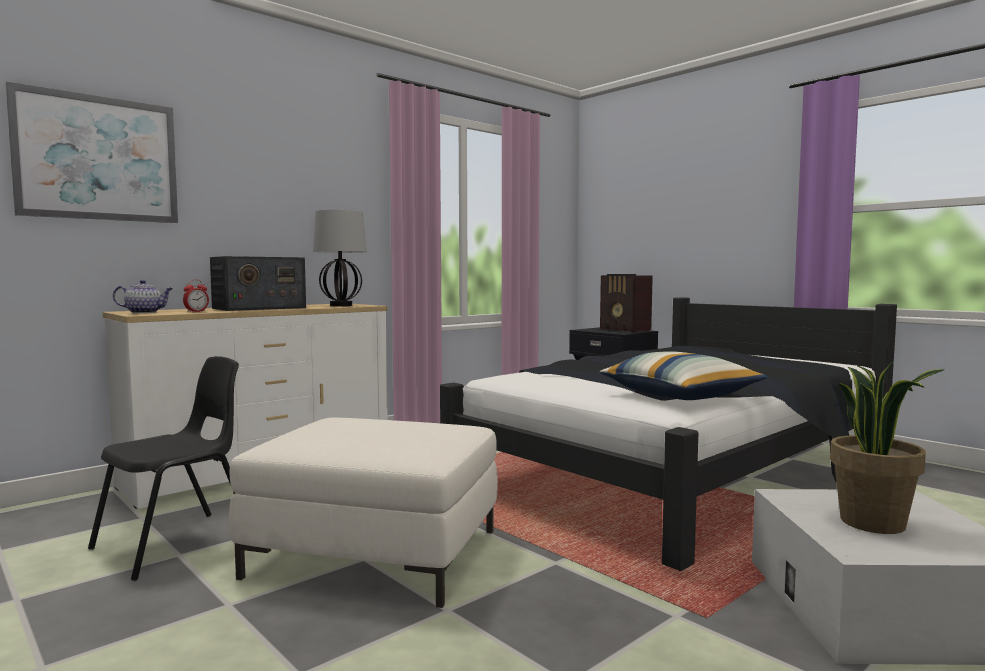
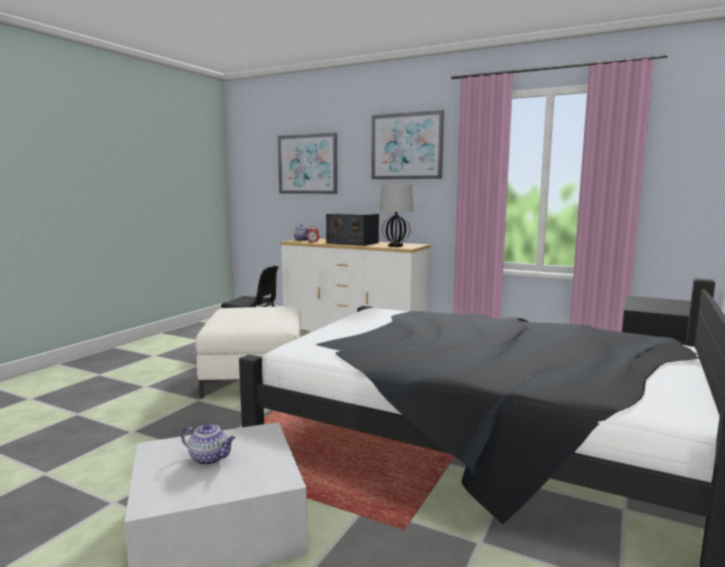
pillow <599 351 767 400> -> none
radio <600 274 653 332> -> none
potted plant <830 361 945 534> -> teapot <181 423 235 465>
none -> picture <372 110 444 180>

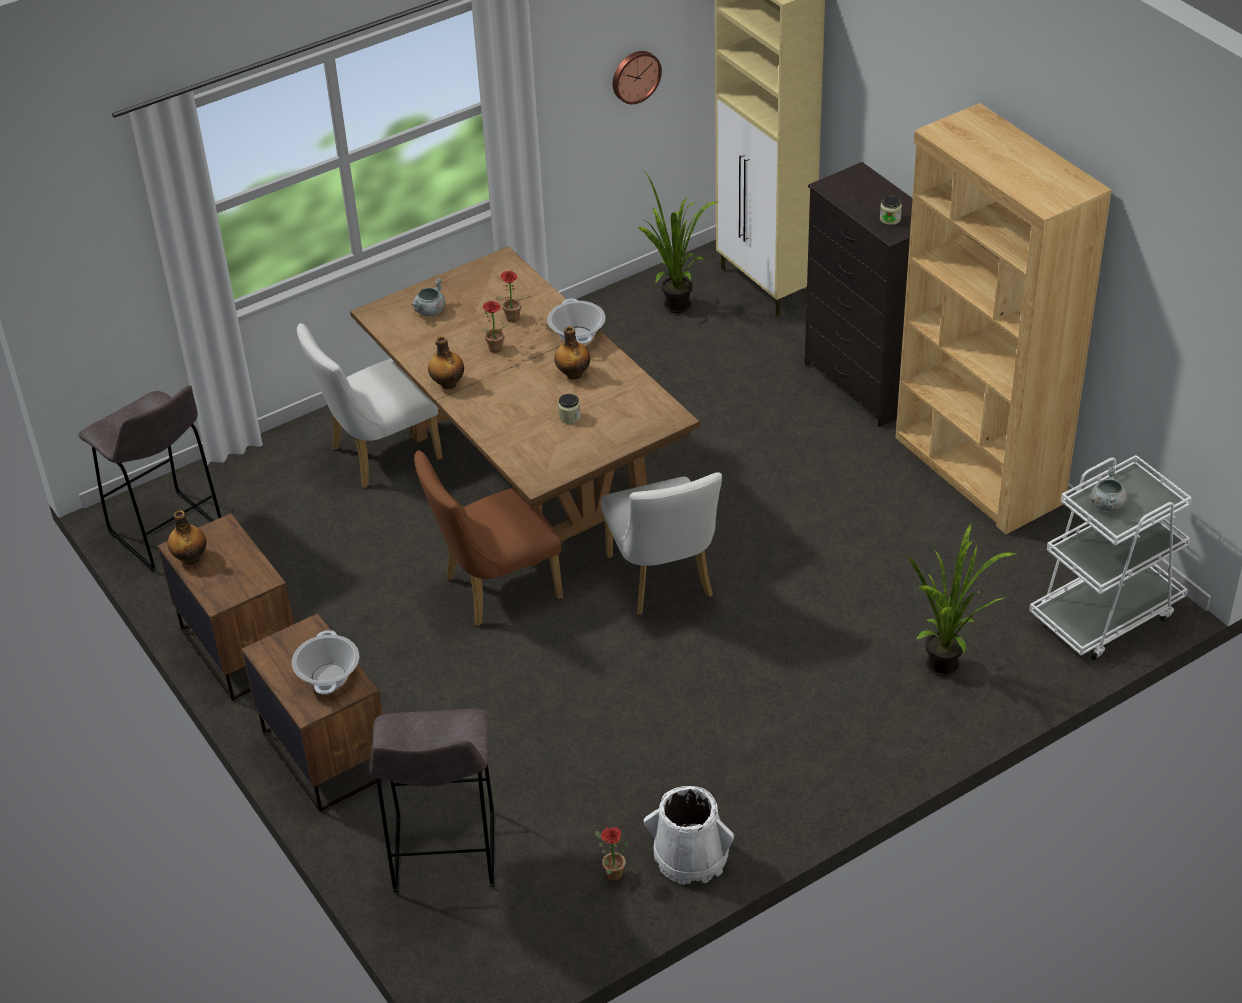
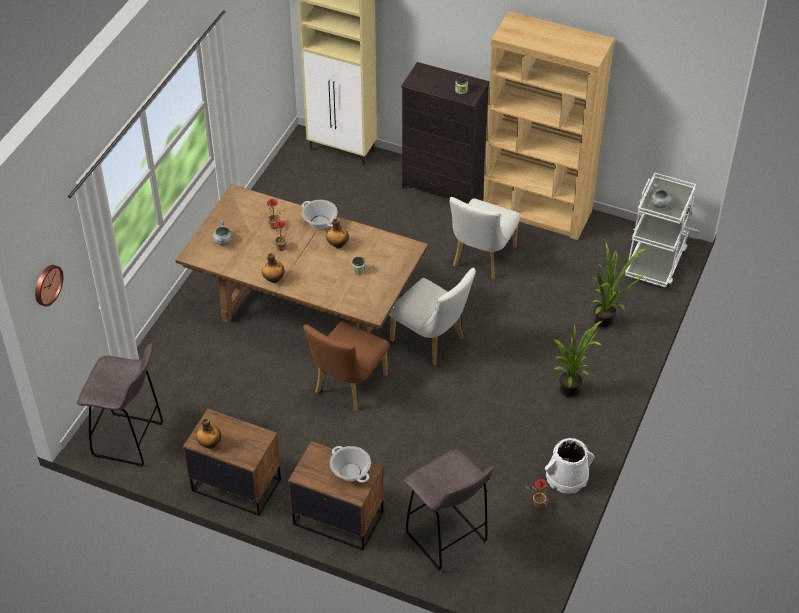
white chair <297 323 443 488> -> white chair <449 197 521 279>, relocated
wall clock <613 51 662 104> -> wall clock <35 265 63 306>, relocated
potted plant <638 170 718 313> -> potted plant <547 319 603 398>, relocated

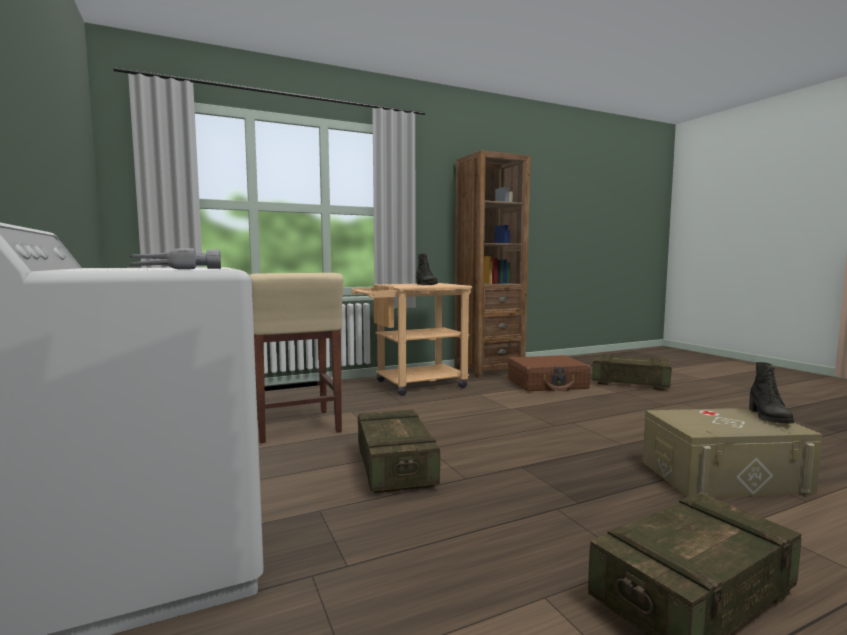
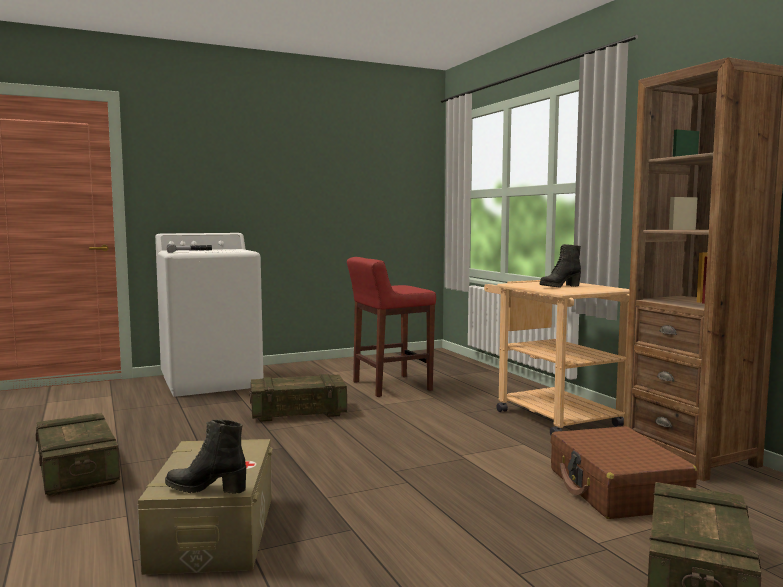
beige stool <249 273 343 443> -> red stool <347 257 436 397>

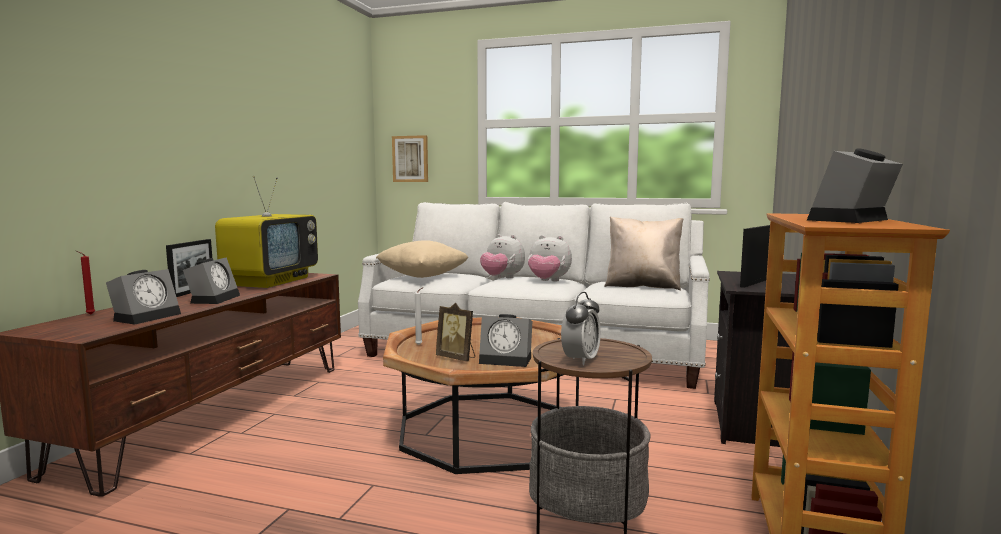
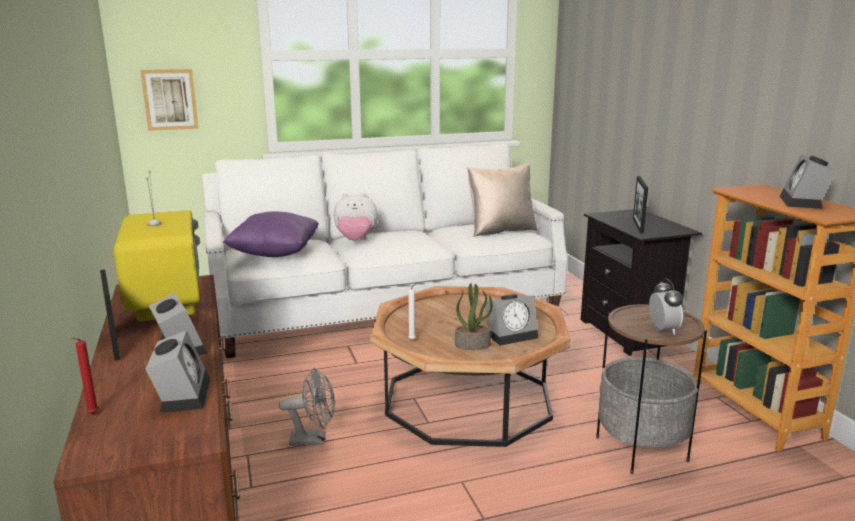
beige pillow <376 240 468 278> -> purple pillow <223 211 319 257>
picture frame <436 303 475 362> -> potted plant <455 283 493 350>
plush toy <528 235 572 282> -> none
none -> grey fan <279 368 335 446>

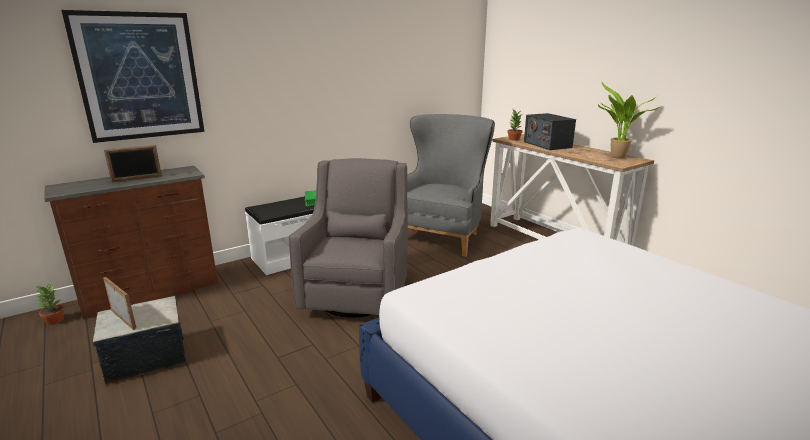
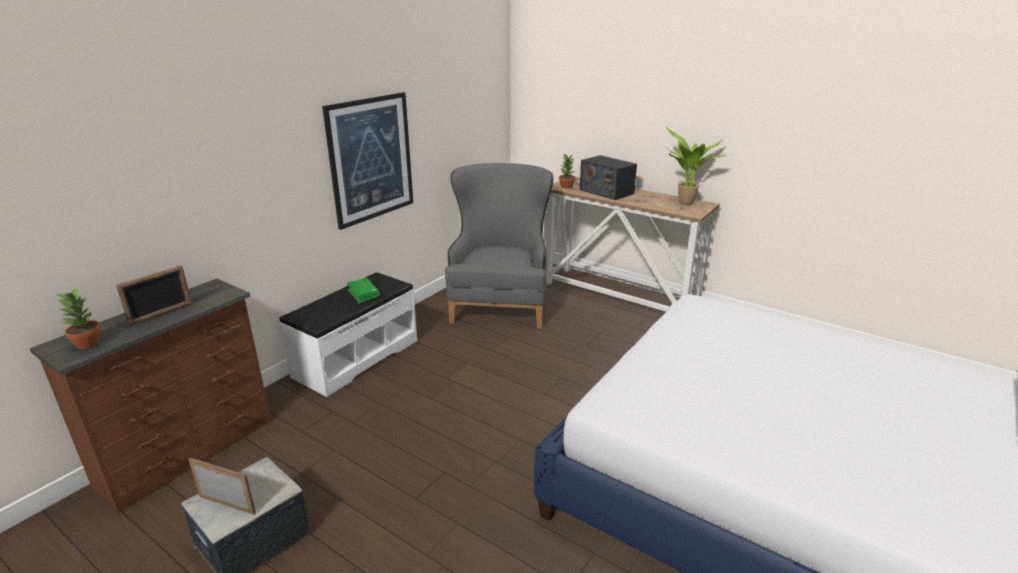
potted plant <35 282 65 325> -> potted plant <56 287 101 349>, relocated
picture <61 10 205 143> -> picture <322 92 413 230>, relocated
grey armchair <288 158 408 318> -> none

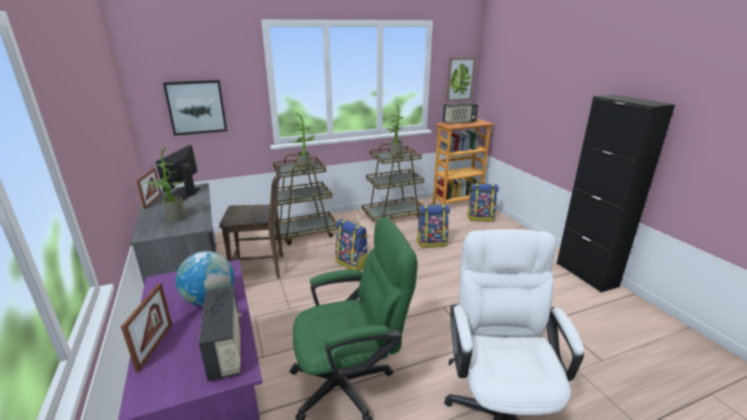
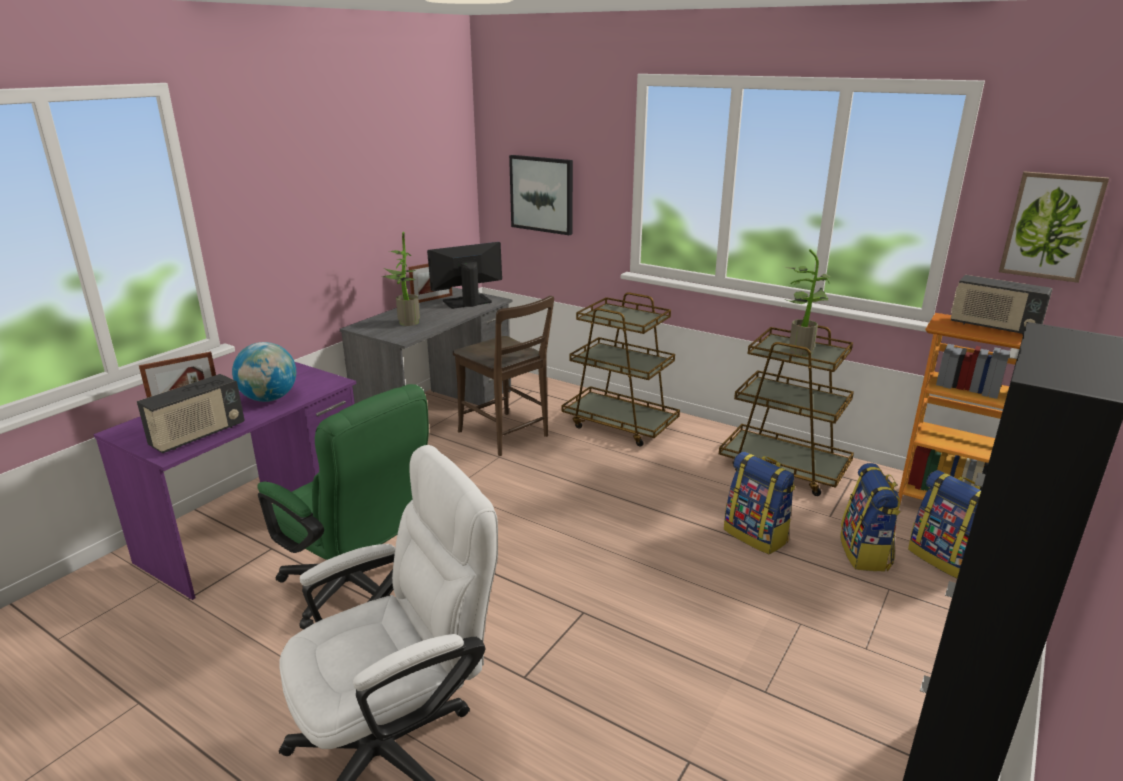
potted plant <287 113 315 171> -> none
backpack <335 219 368 271> -> backpack <840 463 900 571>, relocated

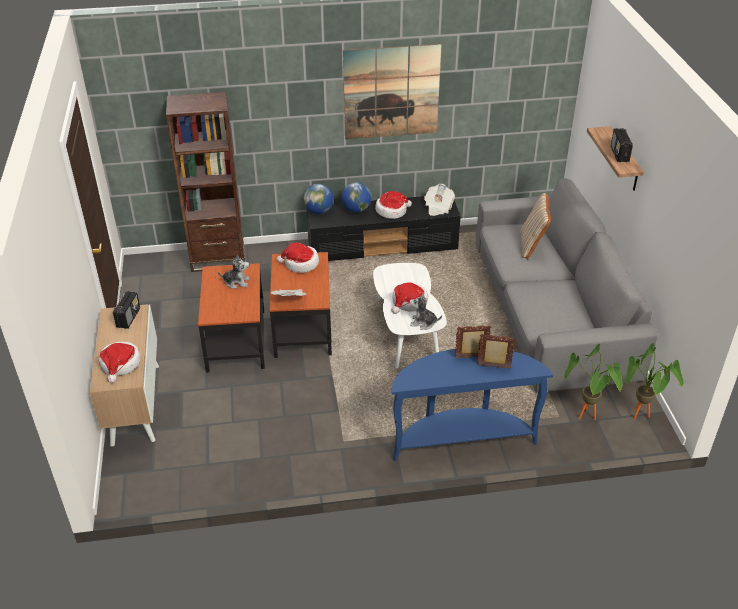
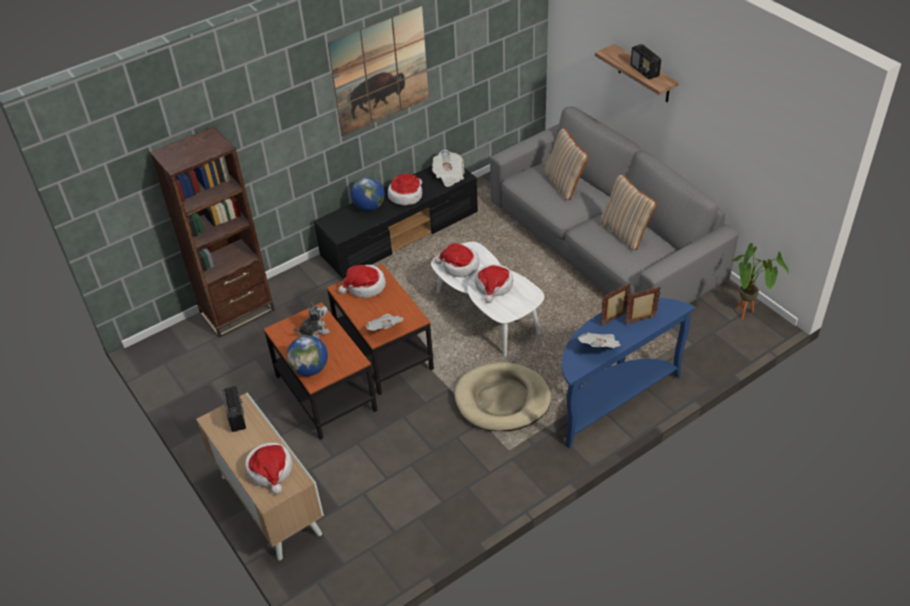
globe <303 184 334 214> -> globe <287 335 328 376>, relocated
plush toy <409 292 442 330> -> none
potted plant <564 344 623 420> -> none
none -> hat <435 243 479 277>
none -> beige dog bed <454 362 551 431>
none -> newspaper <578 332 621 348>
none -> beige pillow <601 174 656 250>

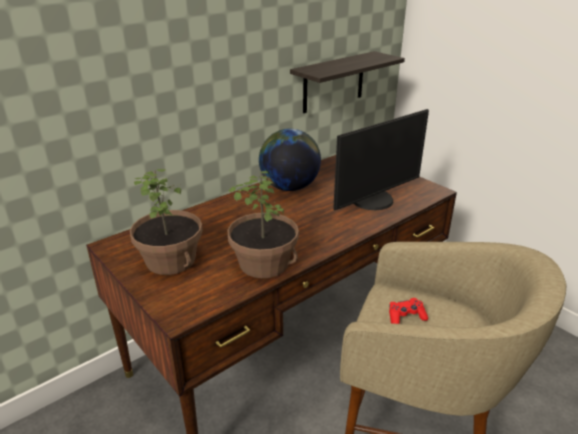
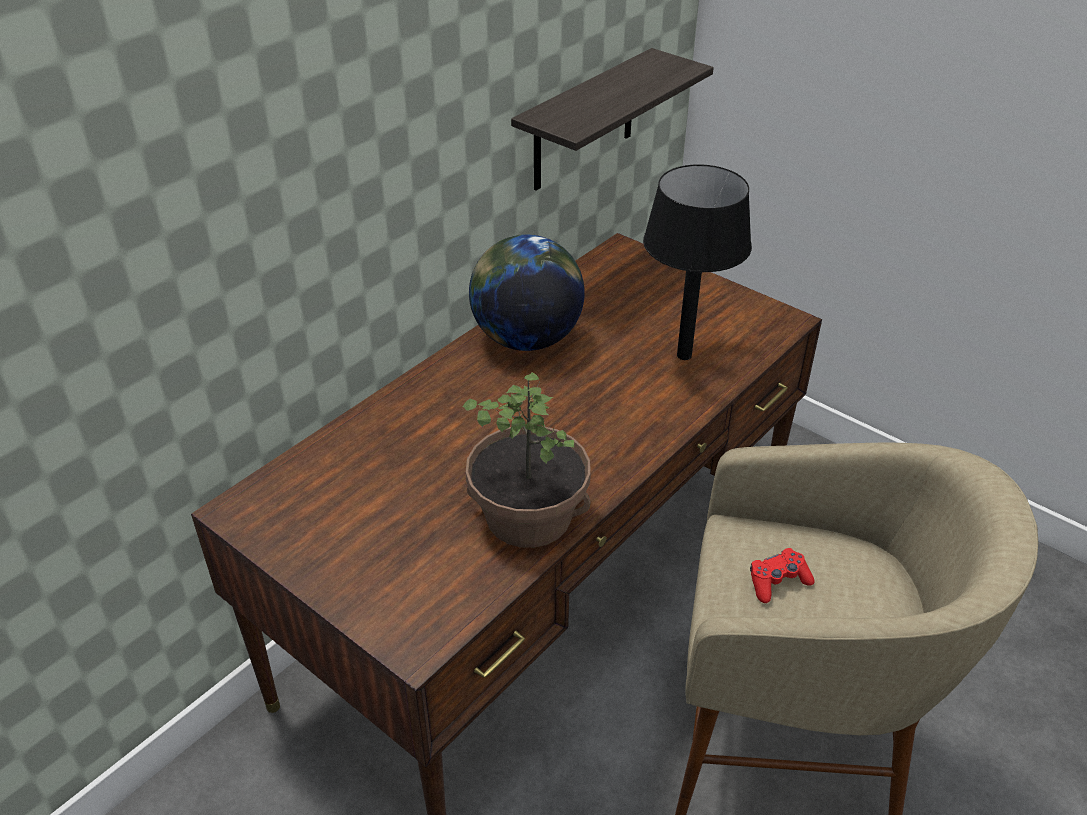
potted plant <130 169 202 275> -> none
monitor <333 109 429 211> -> black table lamp <643 164 752 360>

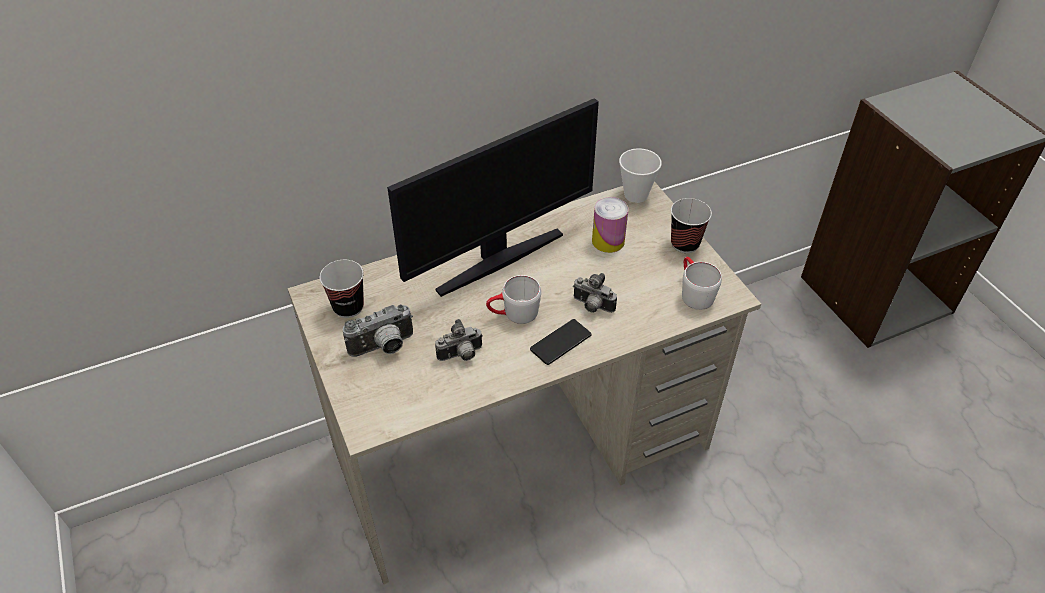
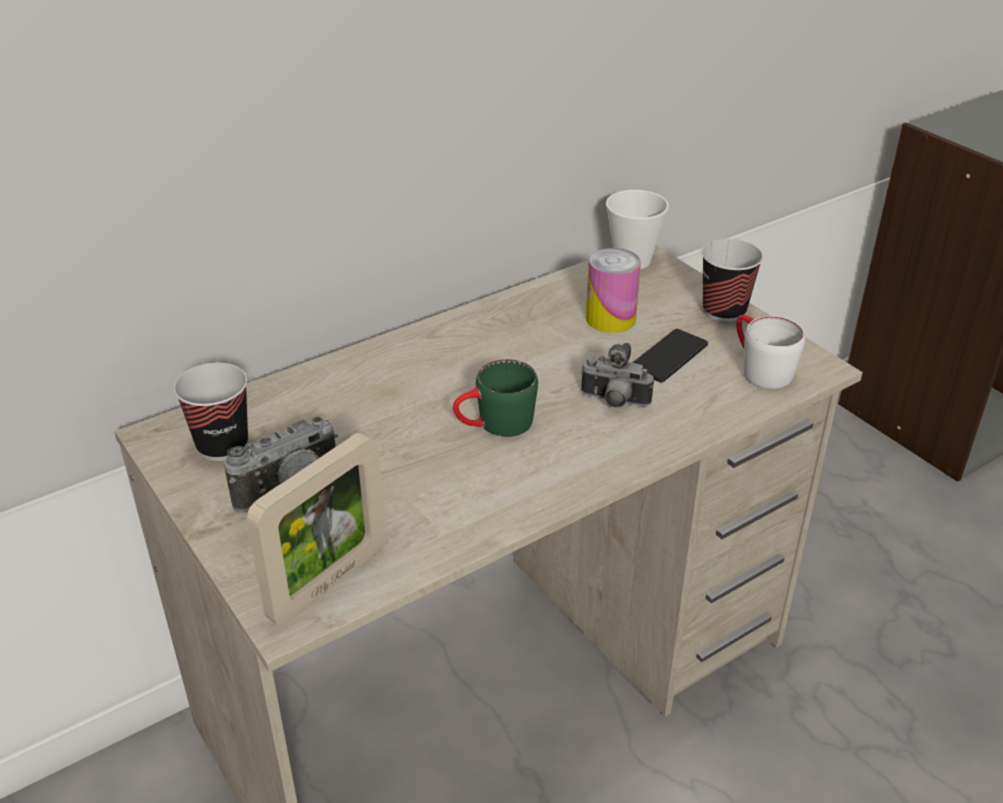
monitor <387 98 599 297> -> none
photo camera <435 319 483 361> -> none
white mug <486 275 541 324> -> green mug <453 359 538 437>
phone <530 319 592 365> -> phone <633 329 708 382>, relocated
none -> picture frame <247 432 386 626>

